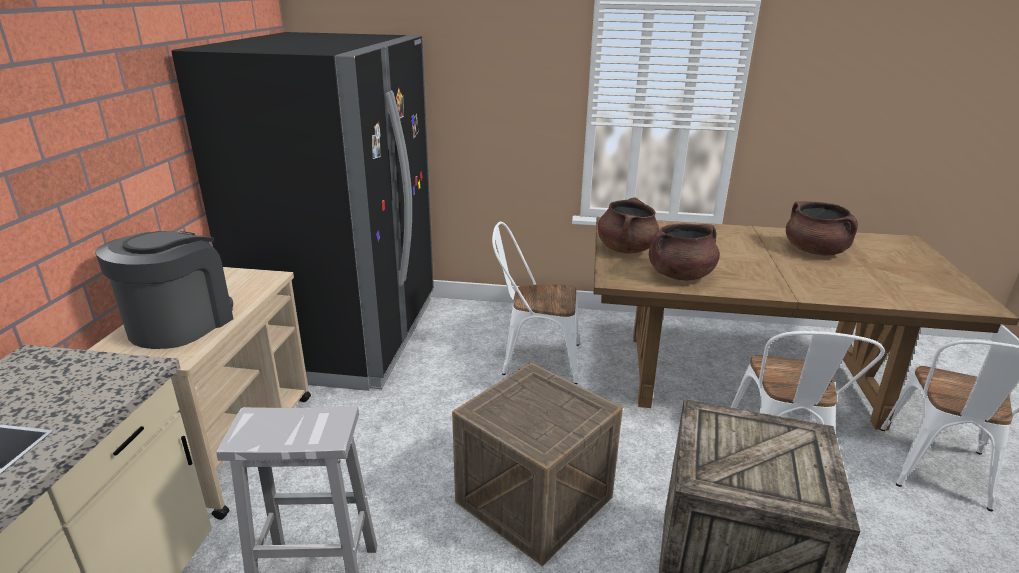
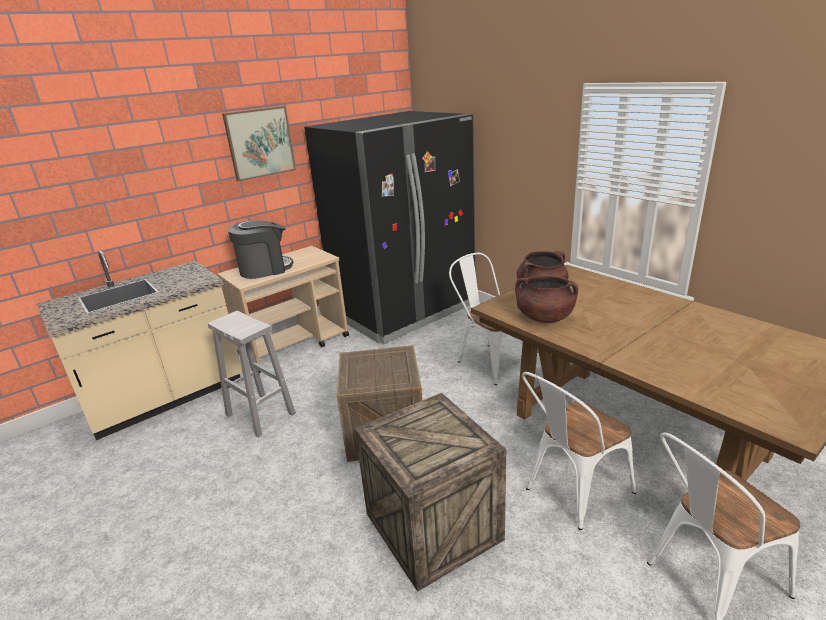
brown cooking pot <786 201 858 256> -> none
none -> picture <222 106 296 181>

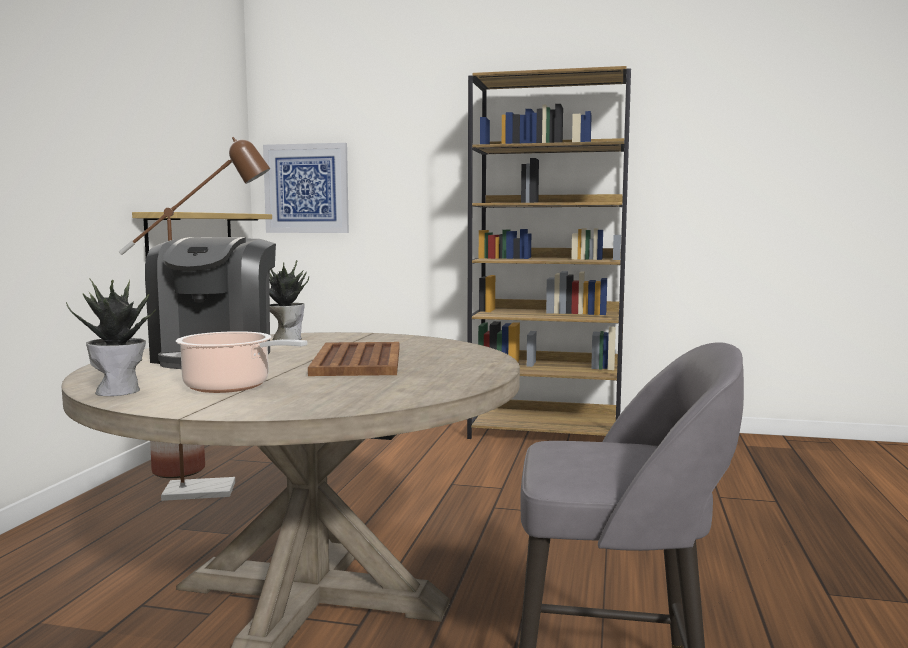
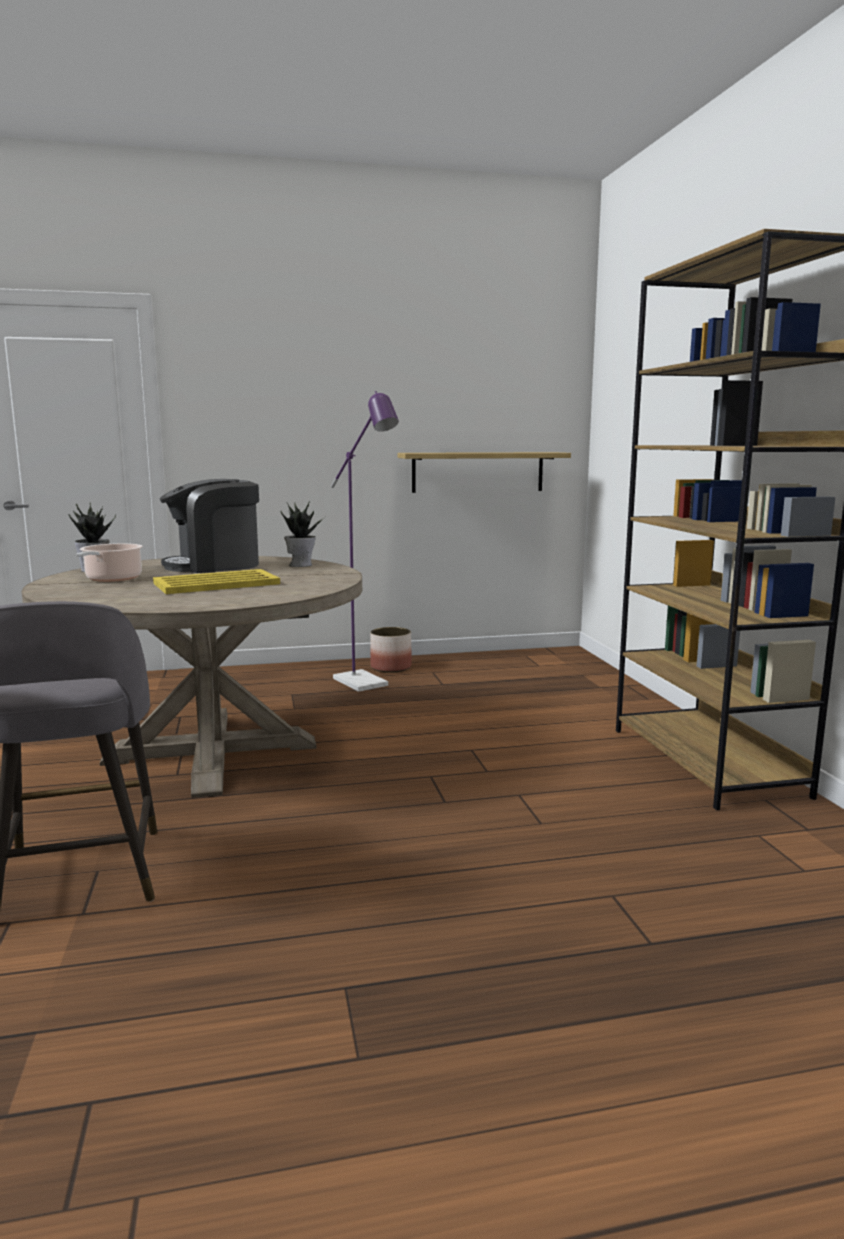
brown floor lamp <119 137 270 501> -> purple floor lamp <331 391 399 692>
picture <263 143 349 233> -> none
brown tray <308 342 399 376> -> yellow tray <153 569 280 594>

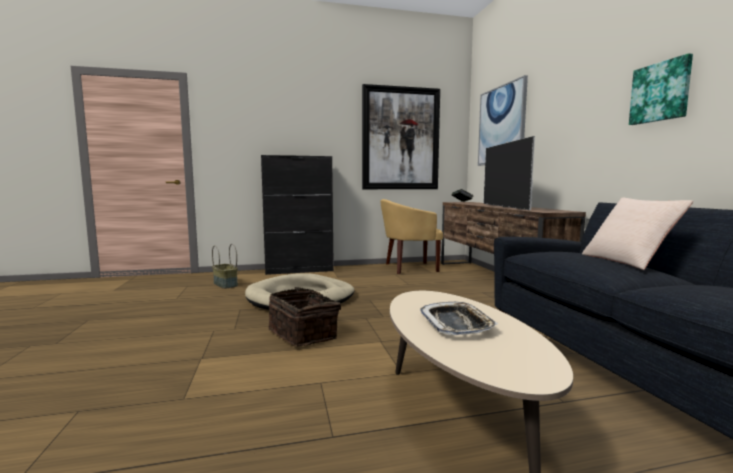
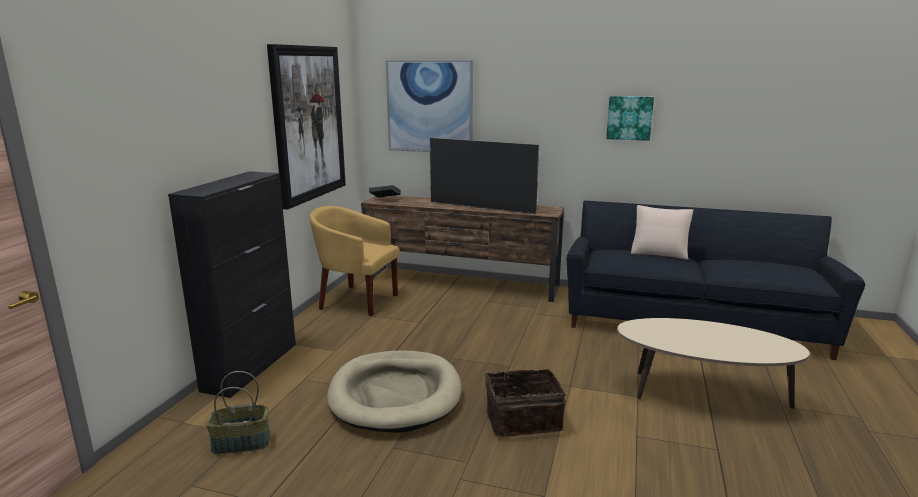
yellow armchair <380 199 443 274> -> yellow armchair <309 206 400 316>, 90 degrees clockwise
tray <420 302 498 335> -> none

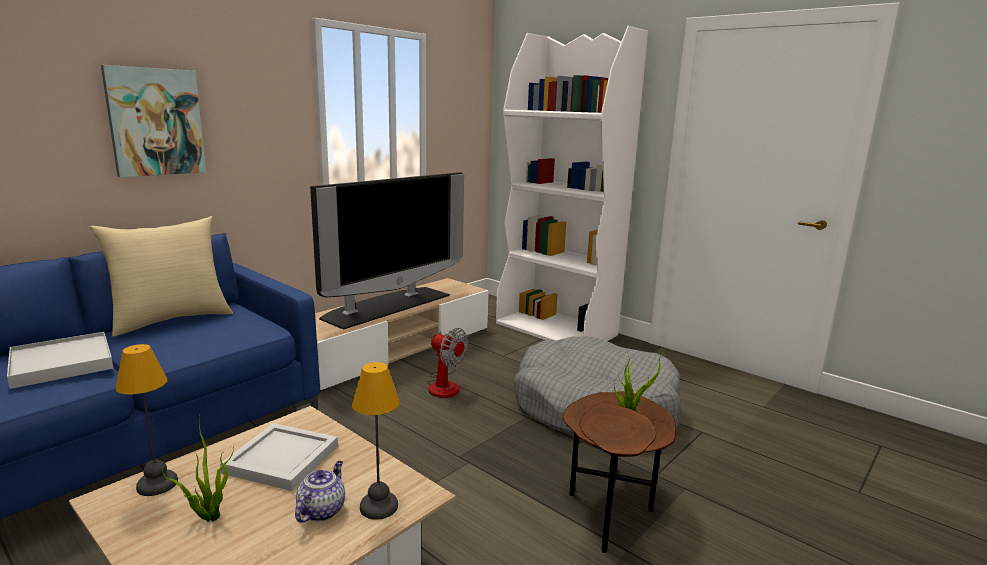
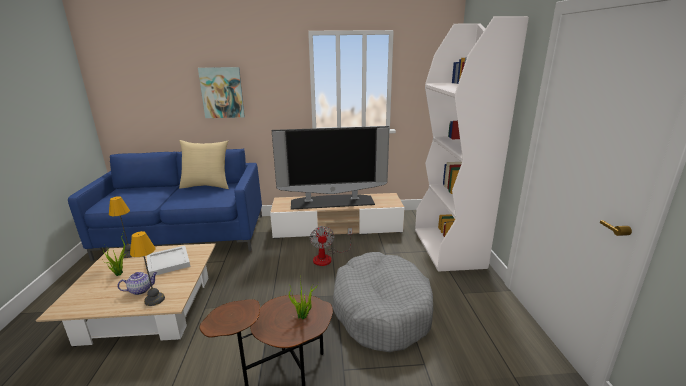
white tray <7 332 113 389> -> none

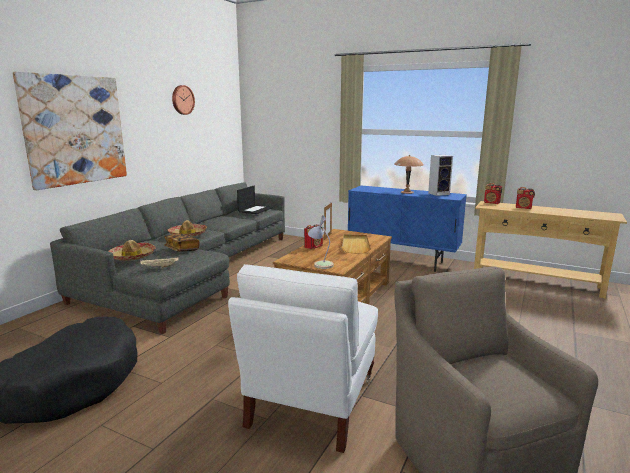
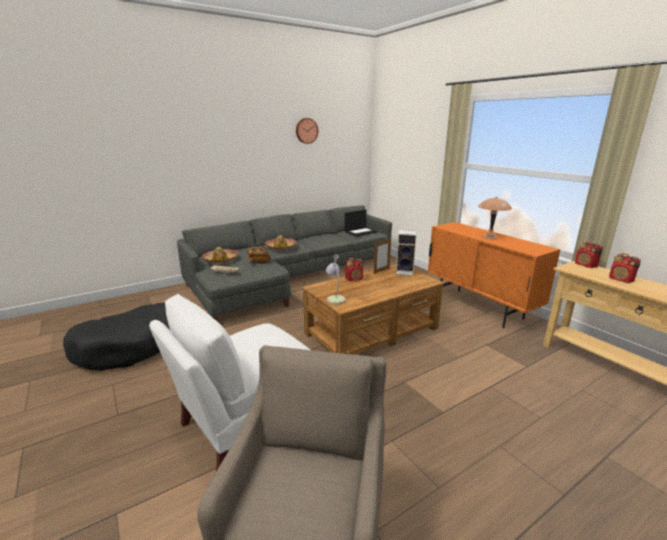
picture <13 72 127 190> -> none
beige tray <341 234 371 253> -> none
blue cabinet <348 185 467 272> -> orange cabinet <428 222 561 328>
speaker <428 155 453 196> -> speaker <396 230 416 275>, relocated

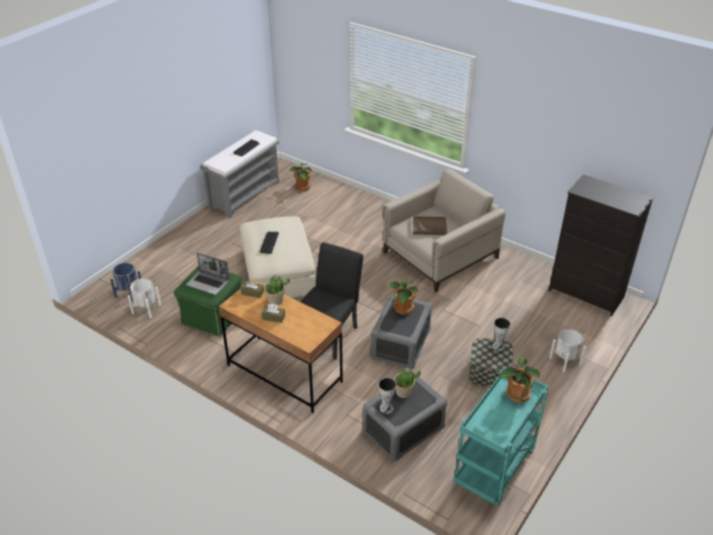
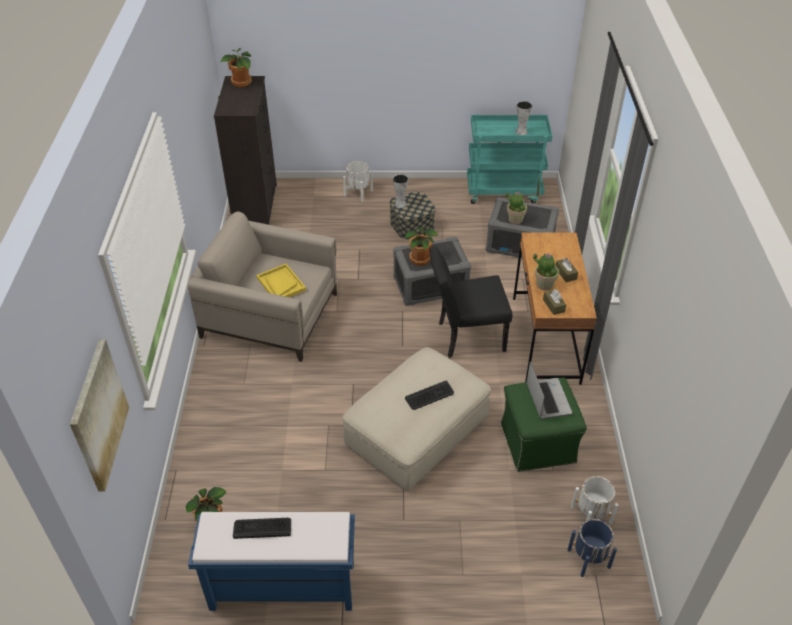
grey bench <200 130 279 218> -> blue bench <188 512 355 611>
vase <378 377 396 414> -> vase <515 101 533 135>, relocated
brown tray <413 216 447 235> -> yellow tray <256 264 306 297>
potted plant <499 358 540 403> -> potted plant <221 48 252 88>, relocated
none -> picture <70 339 129 492>

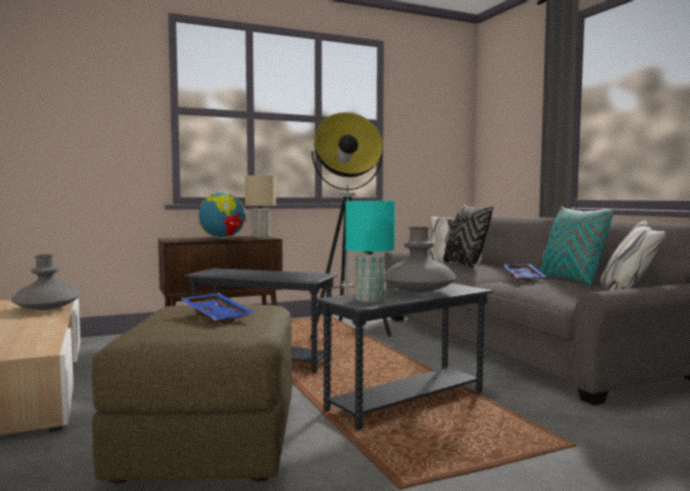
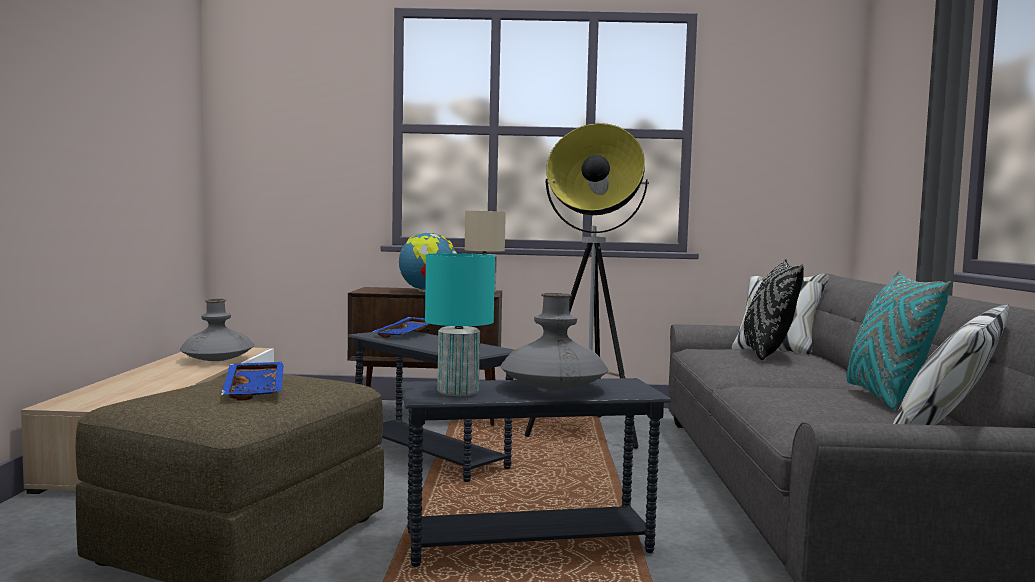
blue tray <504 264 547 281> -> blue tray <372 317 429 338>, relocated

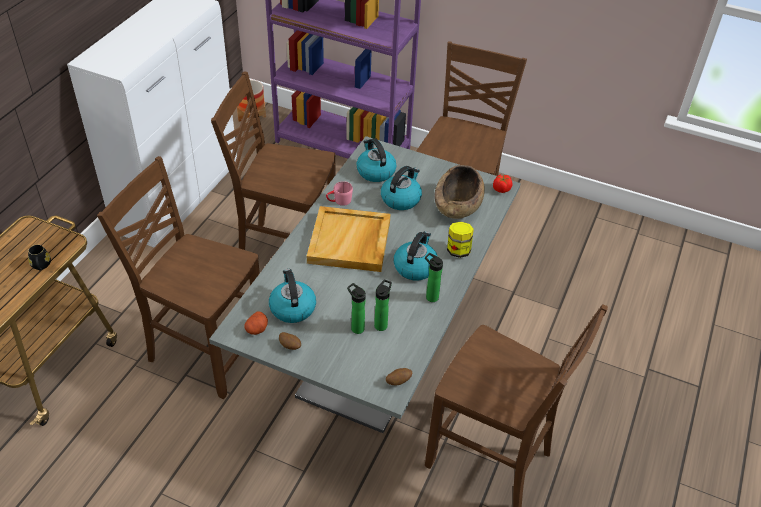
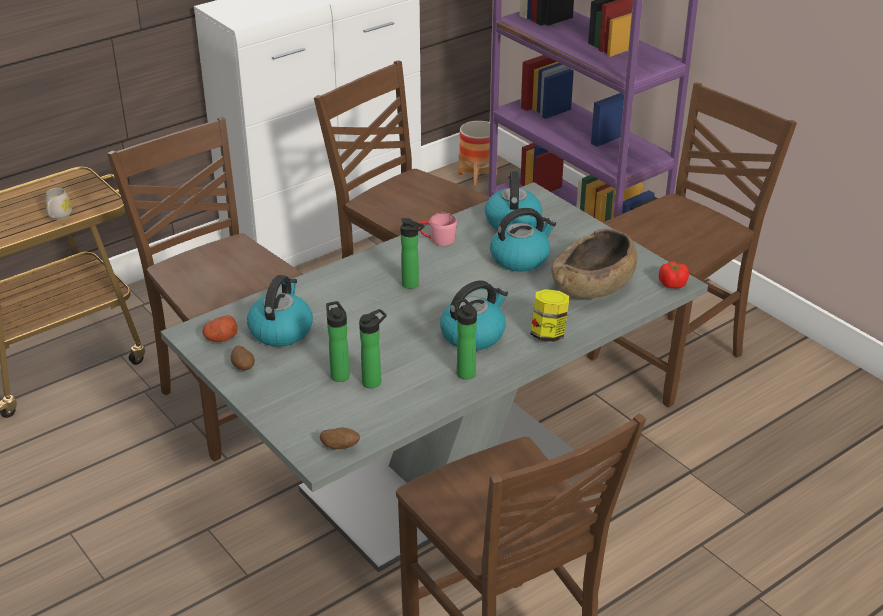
black mug <28 245 51 270> -> white mug <45 188 72 220>
beige tray <307 206 390 272> -> bottle <401 218 425 289>

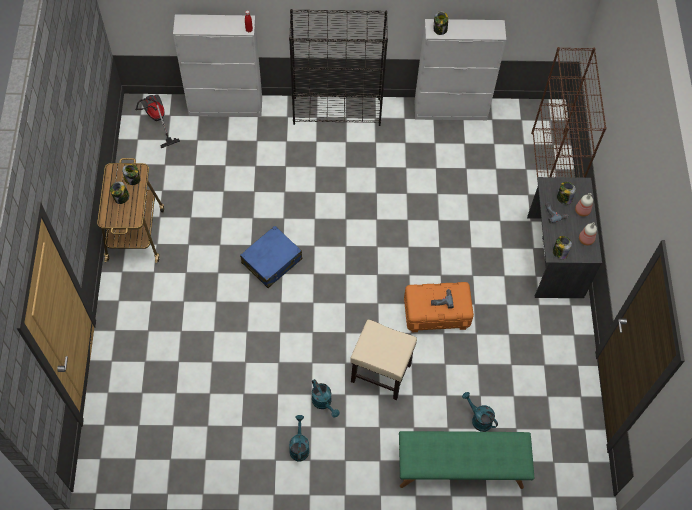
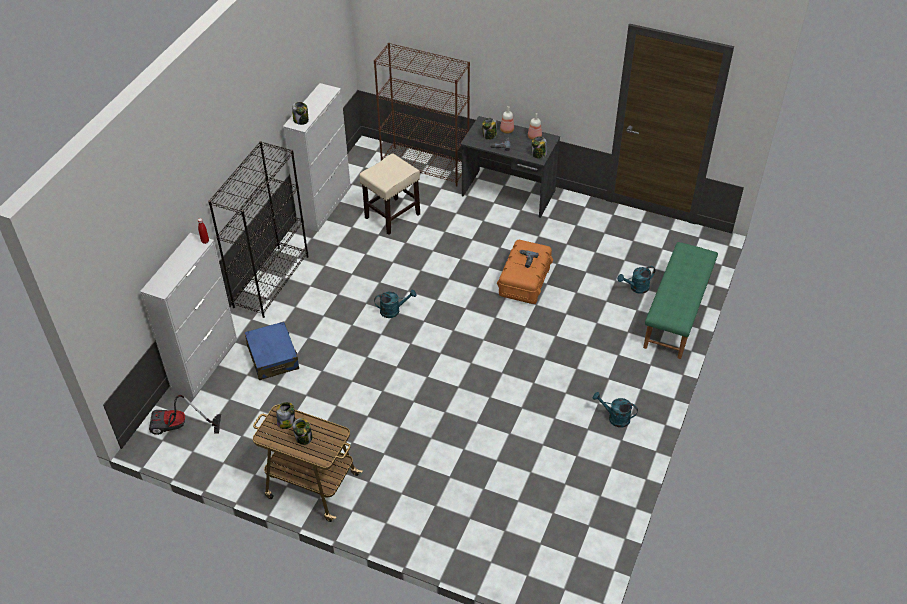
blue suitcase <240 226 302 288> -> blue suitcase <244 321 299 380>, relocated
turquoise watering can <312 379 340 417> -> turquoise watering can <374 290 416 318>, relocated
beige stool <350 319 417 400> -> beige stool <359 153 420 235>, relocated

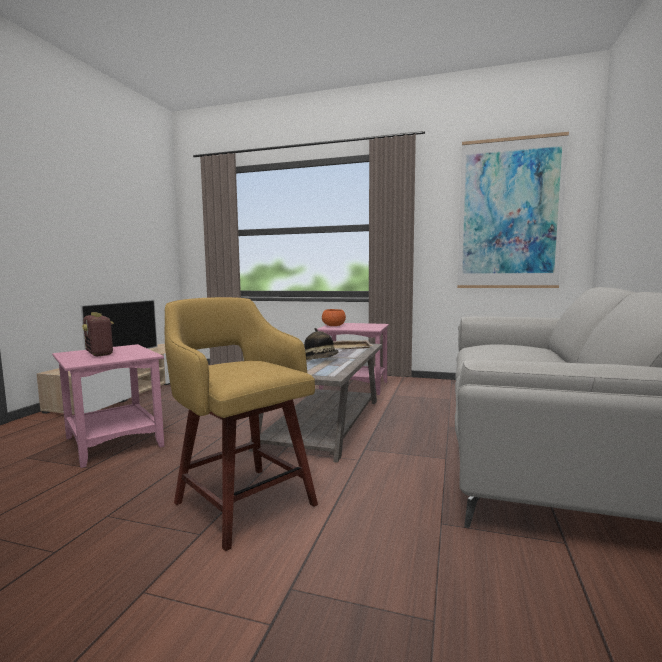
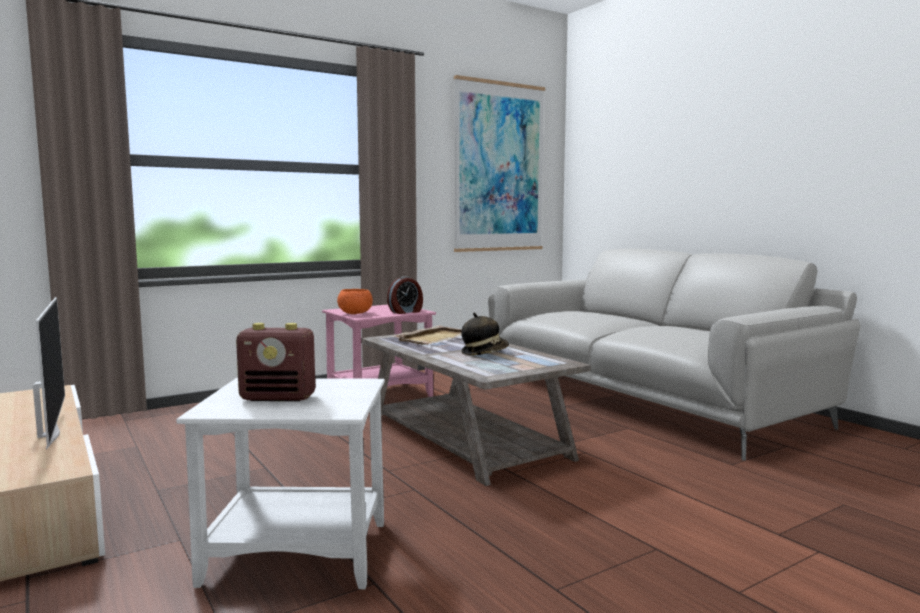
pink side table <52 344 164 468> -> white side table <176 378 385 589>
yellow stool <165 297 318 551> -> none
none -> alarm clock <387 276 423 314>

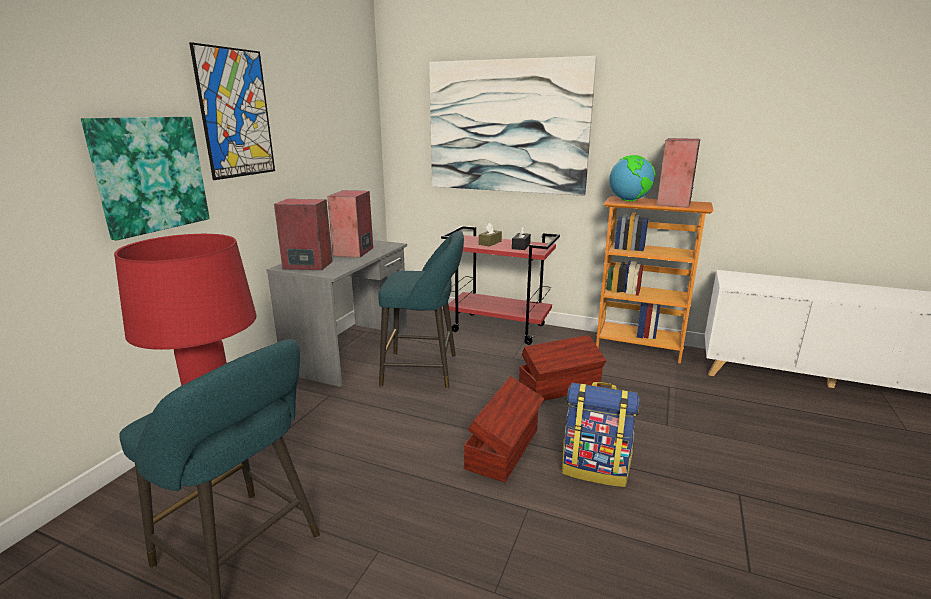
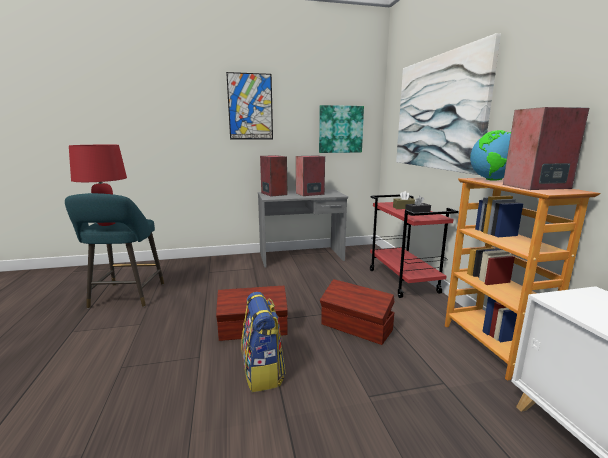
picture <81 117 210 241> -> picture <319 105 364 153>, relocated
turquoise stool <378 231 464 389> -> none

